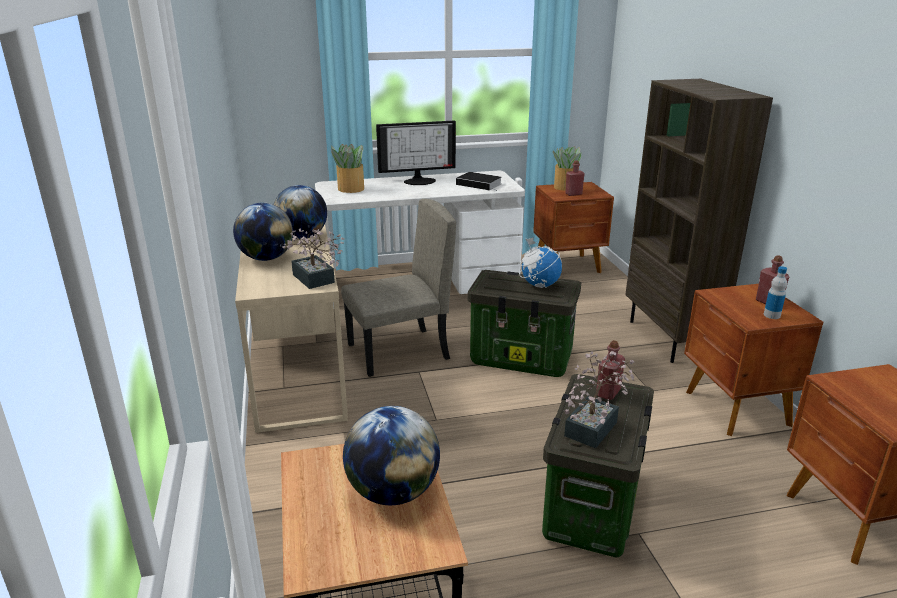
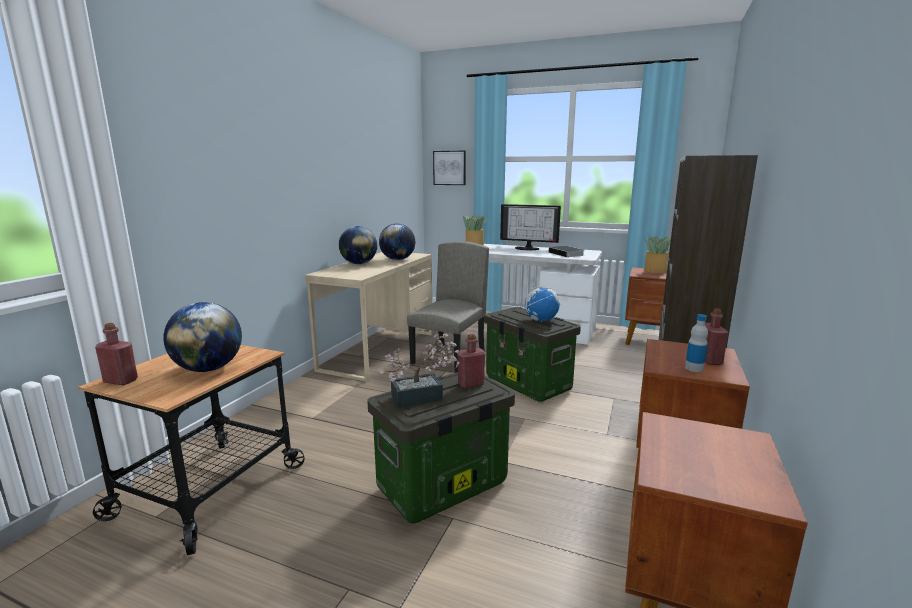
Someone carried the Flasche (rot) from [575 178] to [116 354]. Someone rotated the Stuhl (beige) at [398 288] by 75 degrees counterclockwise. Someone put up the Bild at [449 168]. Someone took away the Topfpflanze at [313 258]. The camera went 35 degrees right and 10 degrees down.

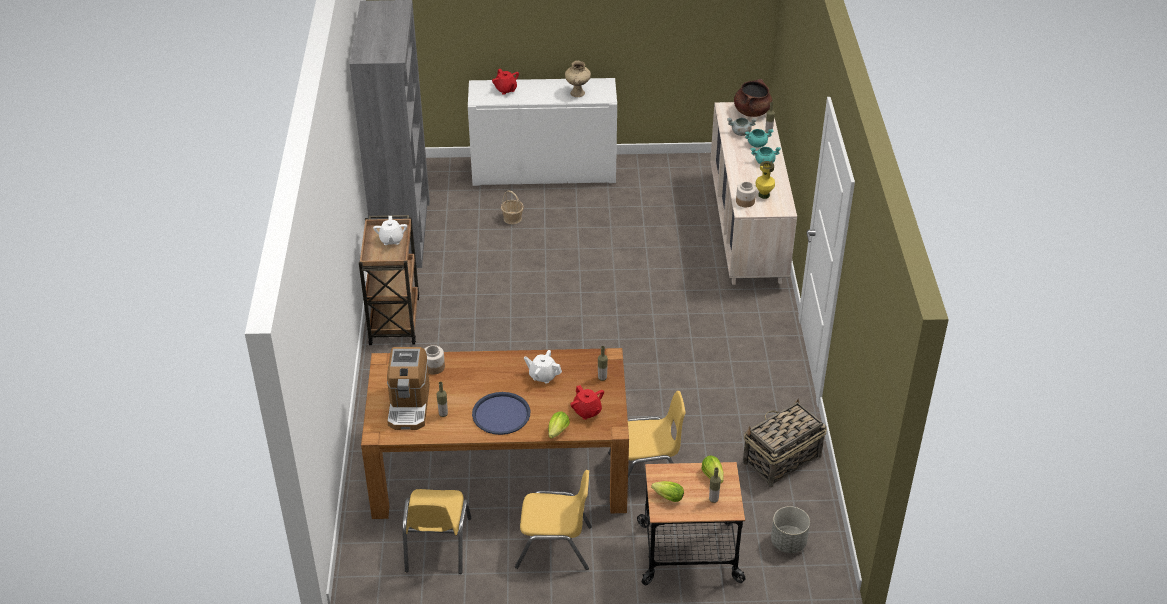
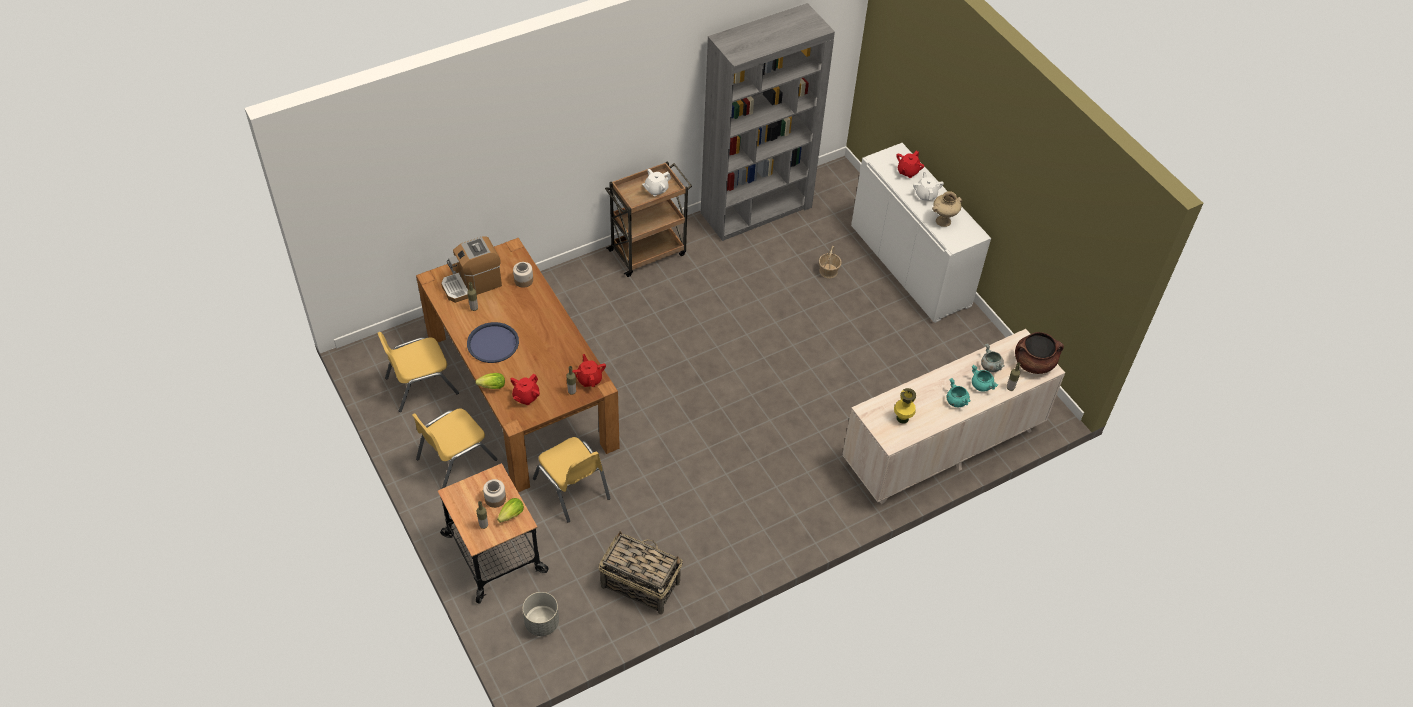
Someone rotated the Stuhl (gelb) at [553 520] by 75 degrees clockwise. Someone carried the Vorratsglas from [746 194] to [494 493]. Someone put down the Teekanne (rot) at [589 370]. Someone carried the Teekanne (weiß) from [543 367] to [928 186]. Someone took away the Salatkopf at [667 491]. The camera went 60 degrees right and 10 degrees up.

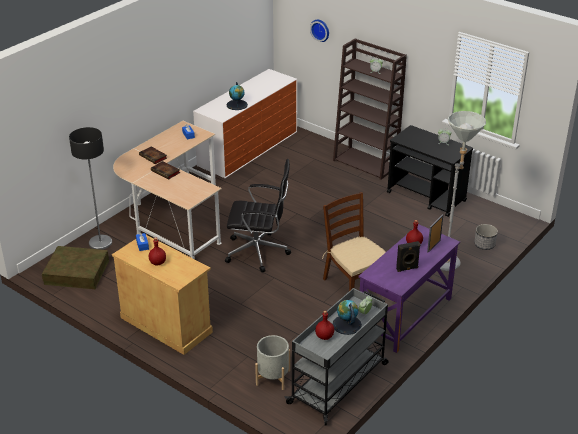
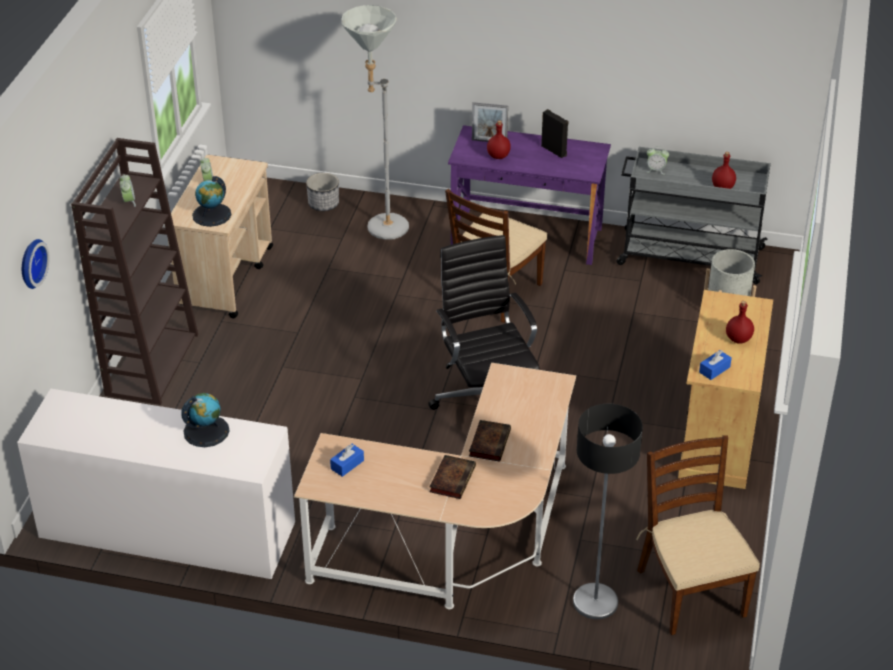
Someone repainted the Rollwagen (schwarz) at [430 171], which became the Rollwagen (beige) at [220 236]. Someone carried the Globus from [347 317] to [211 201]. Someone swapped the Aufbewahrungsbox (braun) at [75 267] for the Stuhl (braun) at [698 535]. The camera went 115 degrees left and 5 degrees up.

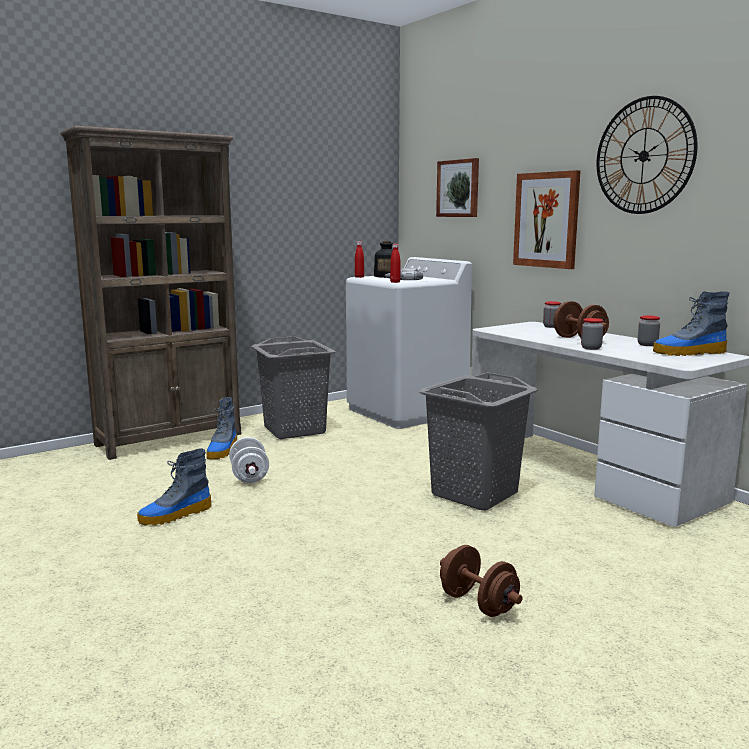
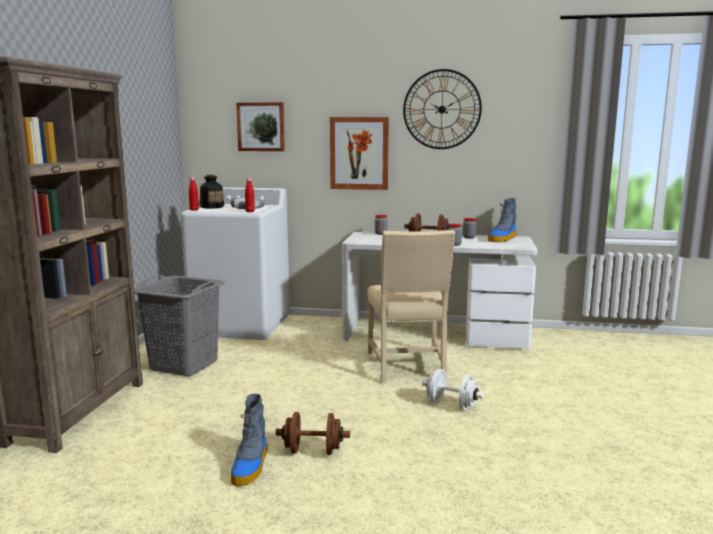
Someone carried the Hantel (braun) from [481 581] to [313 433]. Someone swapped the Wäschekorb (grau) at [478 441] for the Stuhl (beige) at [411 307]. Someone carried the Hantel (weiß) from [249 460] to [453 389]. Someone took away the Stiefel at [221 428]. The camera went 45 degrees left and 0 degrees up.

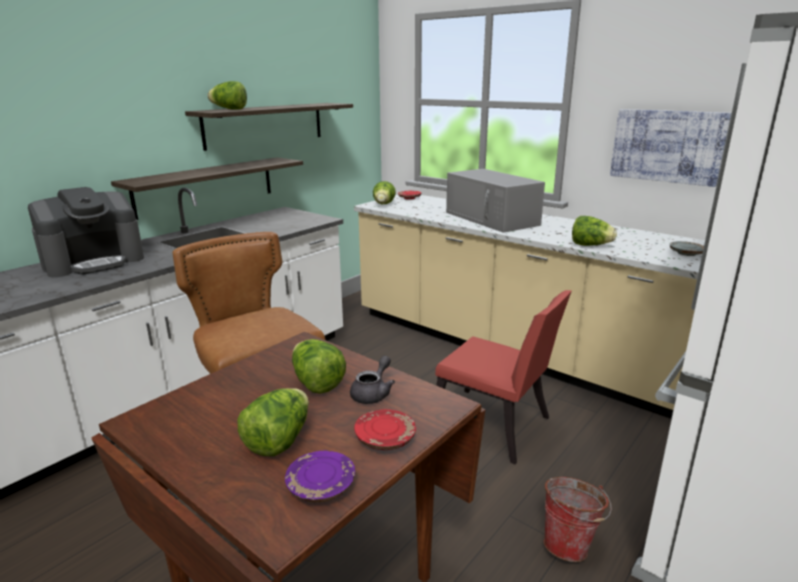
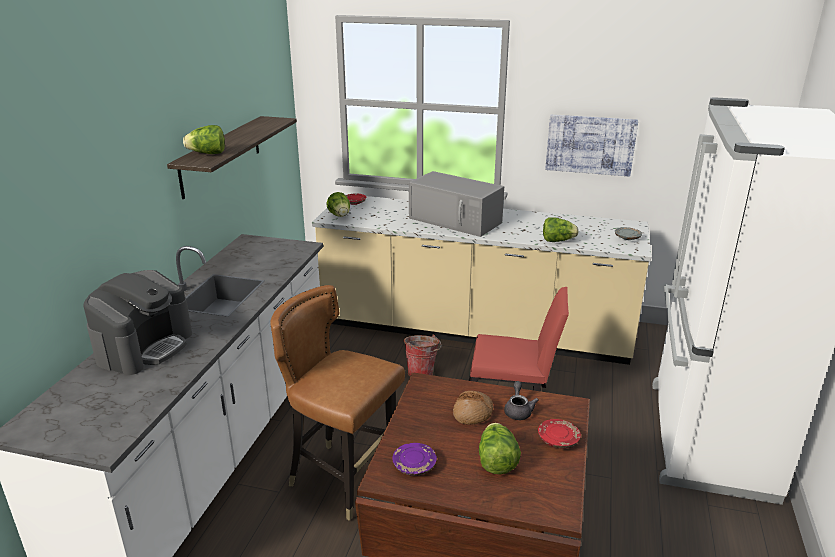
Someone carried the Teller (lila) from [320 477] to [414 459]. Someone carried the Eimer from [578 519] to [422 355]. Someone swapped the Salatkopf at [319 366] for the Brot at [473 408]. Someone took away the Wandregal at [207 188]. The camera went 25 degrees left and 5 degrees up.

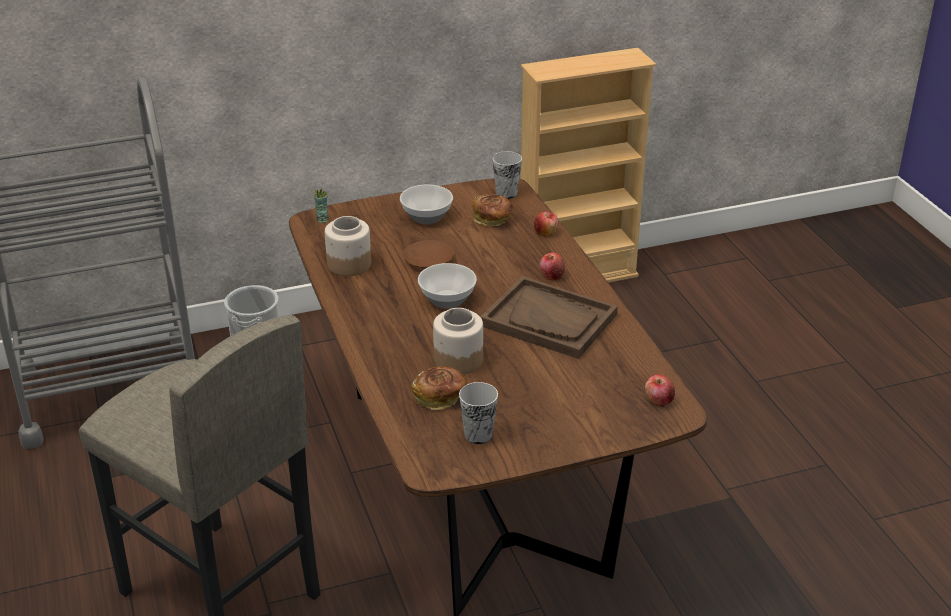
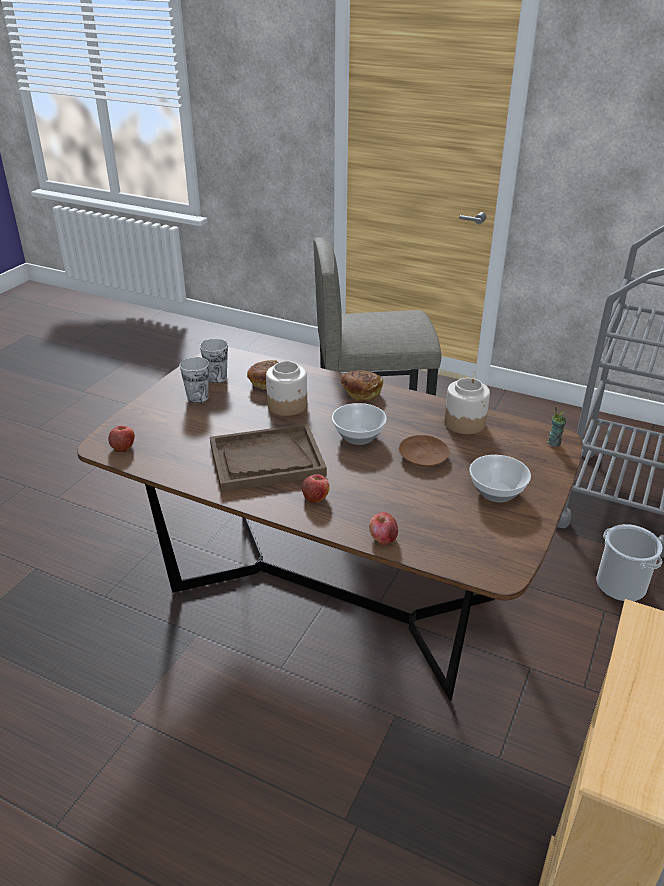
Someone carried the Tasse from [507 175] to [194 380]. Someone carried the Brot from [492 210] to [362 385]. The camera went 135 degrees right and 0 degrees up.

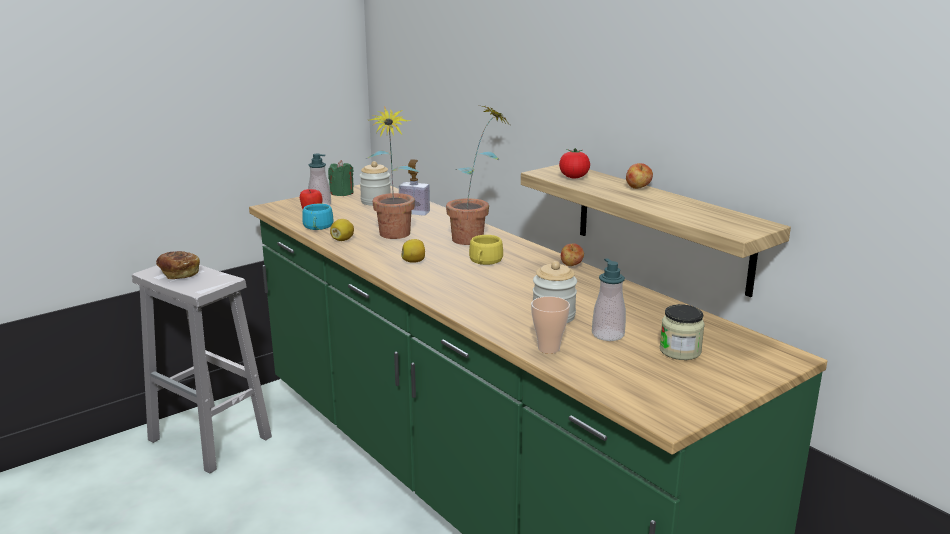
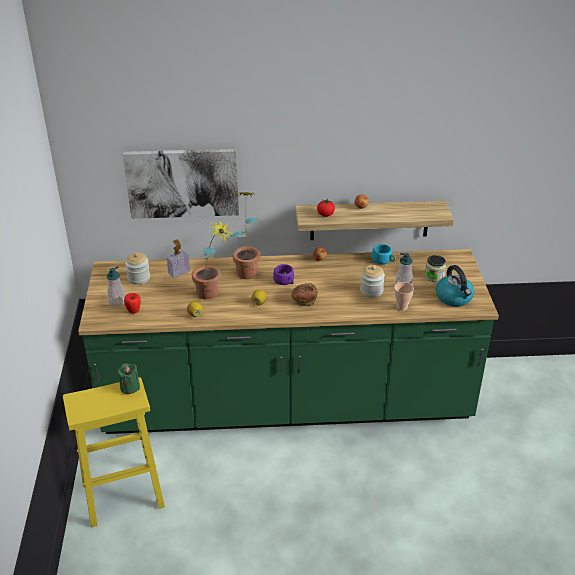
Someone repainted the Hocker (weiß) at [202 369], which became the Hocker (gelb) at [114 452]. Someone carried the Kerze (grün) from [341 178] to [129 378]. Someone put up the Bild at [181 184]. Someone repainted the Tasse (gelb) at [486 250], which became the Tasse (lila) at [283 274]. Someone carried the Brot from [178 265] to [304 294]. Someone carried the Tasse (türkis) from [318 217] to [384 254]. Someone put down the Wasserkessel at [455 285]. The camera went 55 degrees left and 15 degrees up.

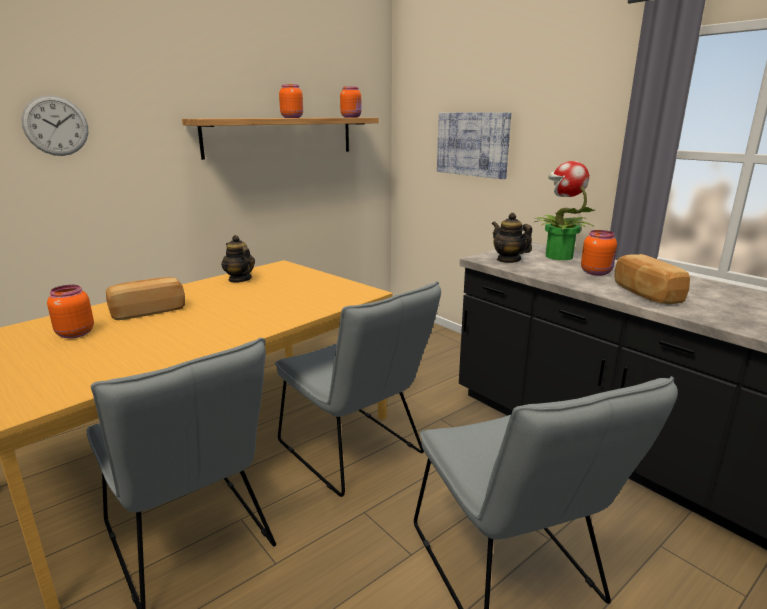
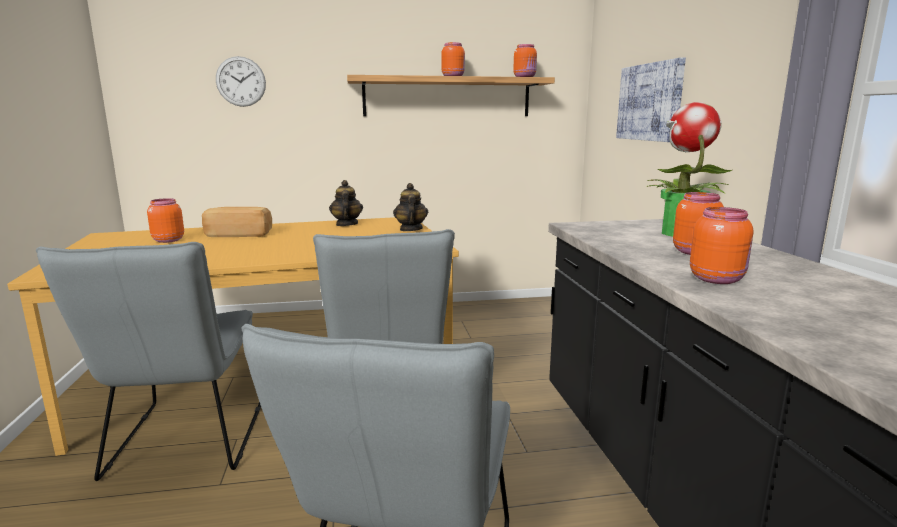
Someone carried the Teekanne from [512 238] to [410 207]. Someone swapped the Brot at [652 279] for the Vorratsglas (orange) at [721 245]. The camera went 30 degrees right and 5 degrees down.

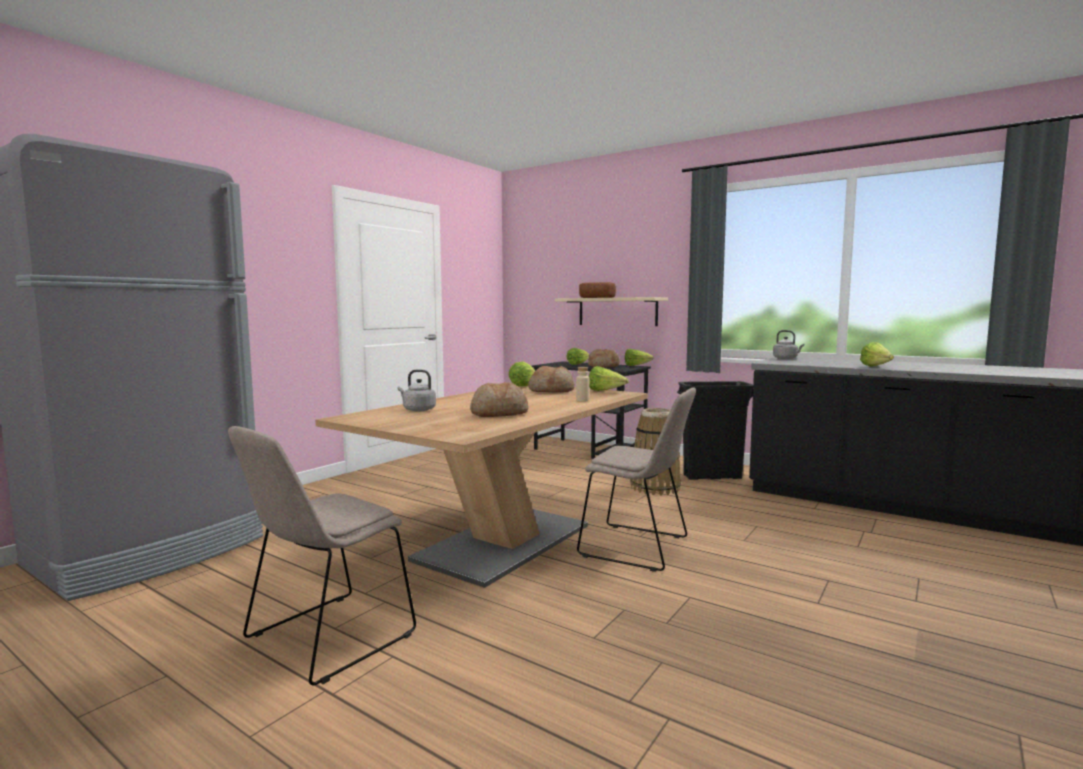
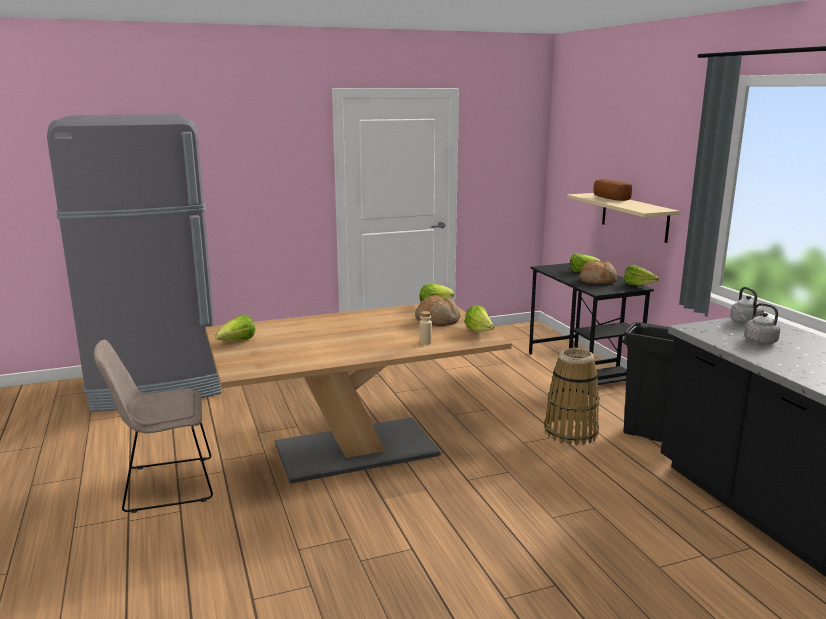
Someone carried the Salatkopf from [877 354] to [235 328]. Someone carried the Wasserkessel (grau) from [416 390] to [760 323]. Someone took away the Brot at [499 399]. Someone took away the Stuhl (beige) at [636 479]. The camera went 35 degrees right and 10 degrees up.

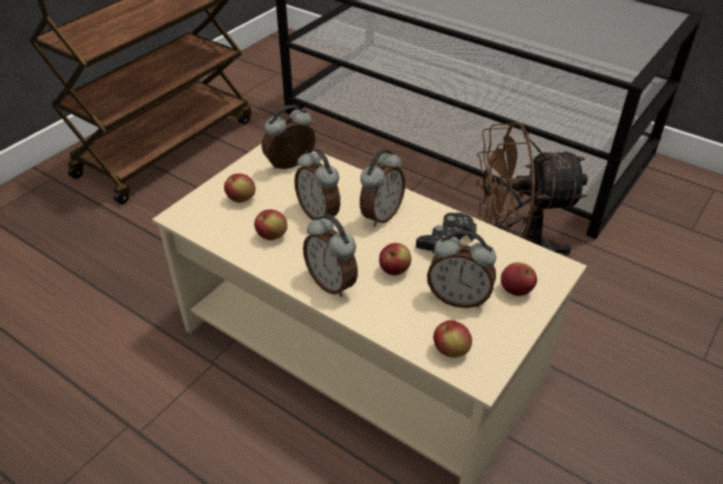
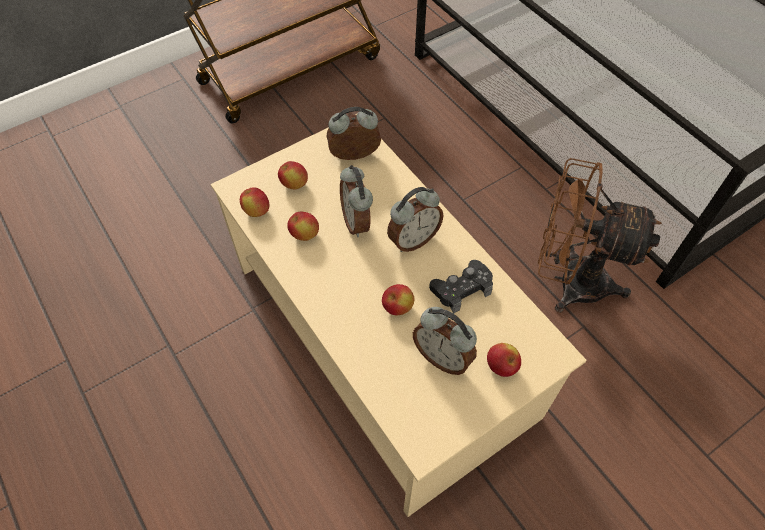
Someone carried the Apfel from [452 339] to [254 202]. Someone took away the Wecker at [330 255]. The camera went 20 degrees right and 15 degrees up.

